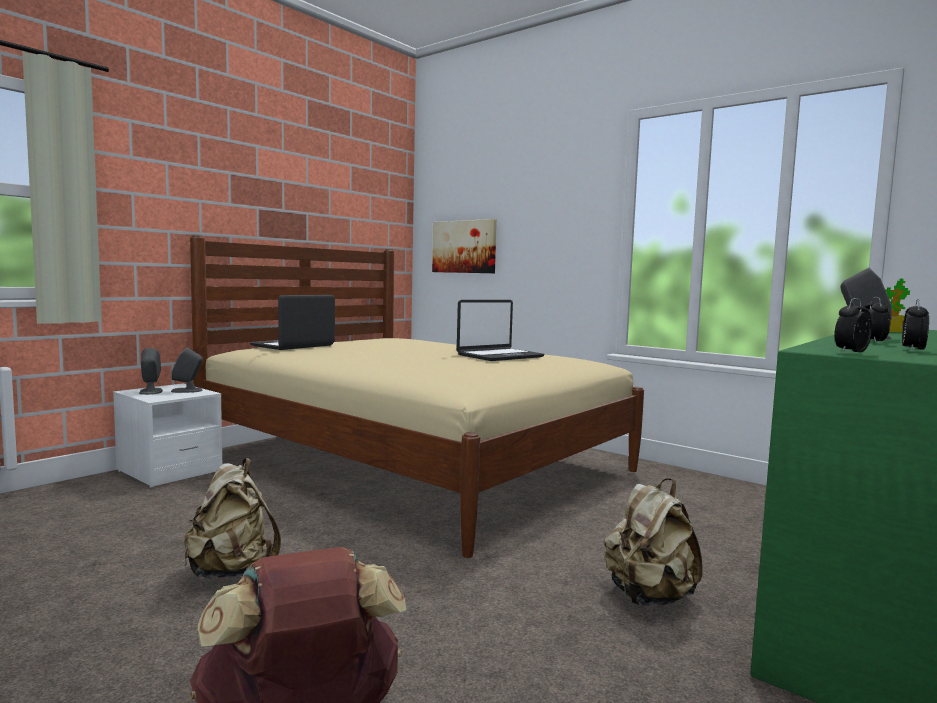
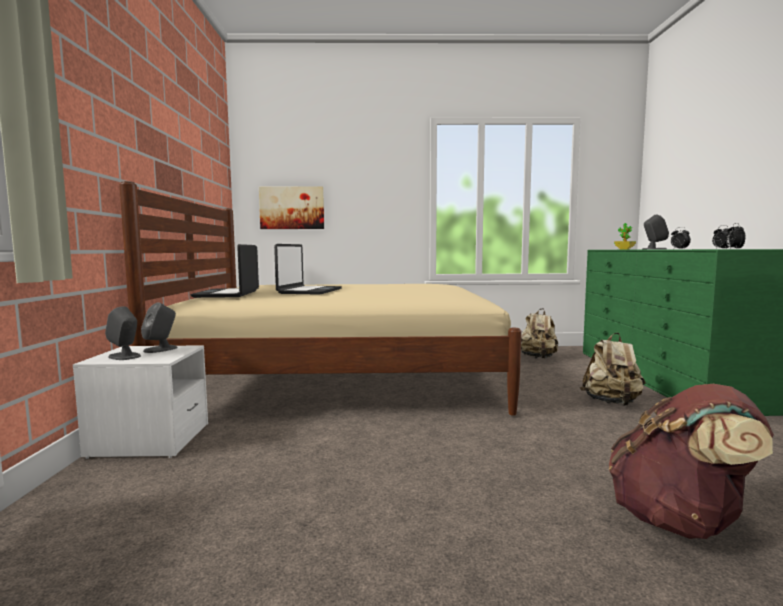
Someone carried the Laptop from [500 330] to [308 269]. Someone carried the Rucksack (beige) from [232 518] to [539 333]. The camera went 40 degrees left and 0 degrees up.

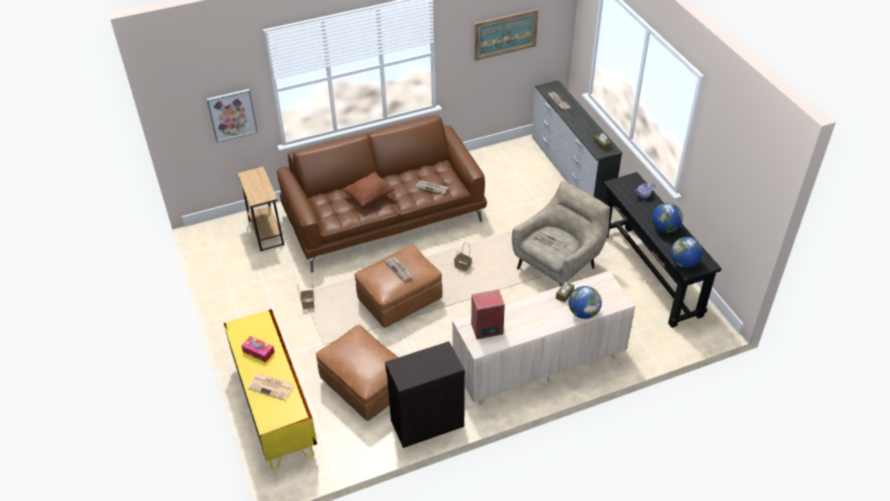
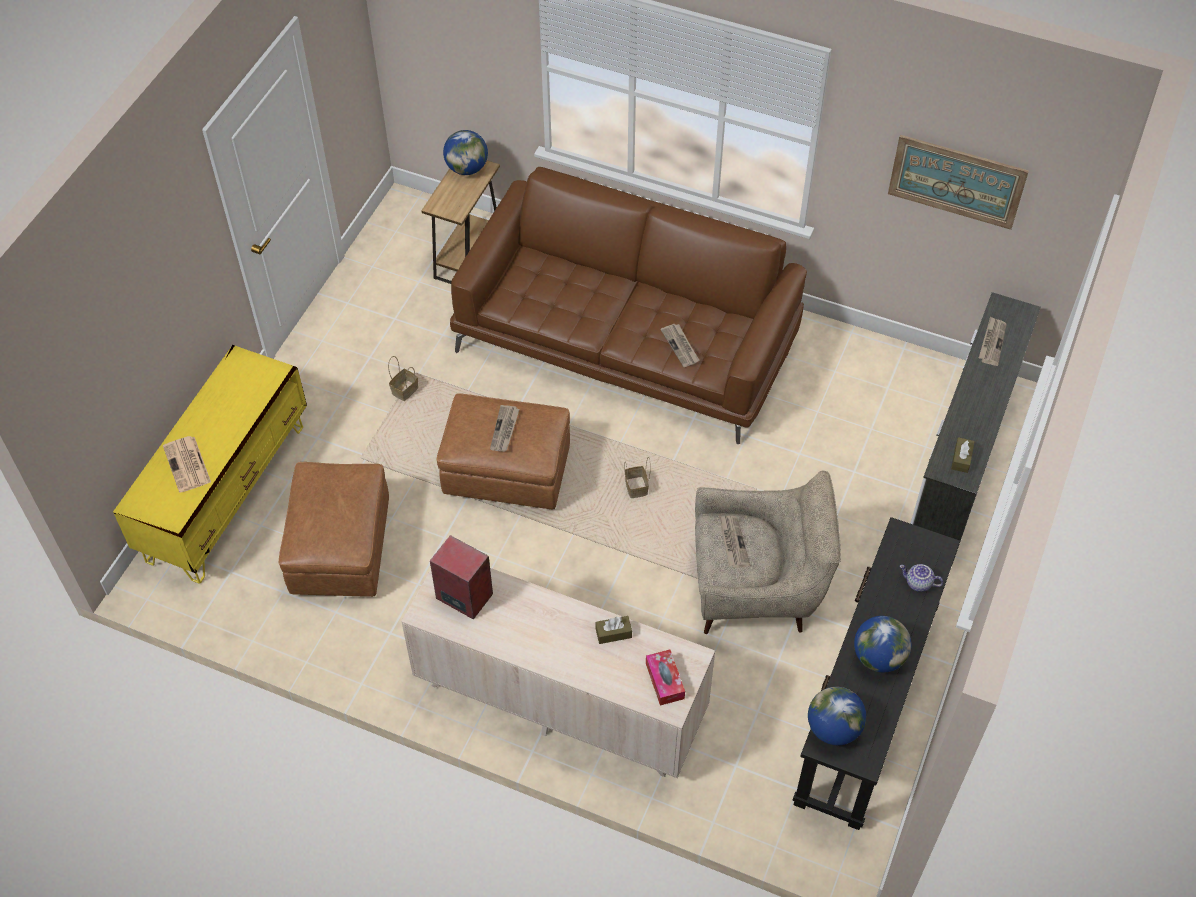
Someone carried the Globus from [585 302] to [465 152]. Someone carried the Taschentuchbox from [257 349] to [665 677]. Someone took away the Bild at [232 115]. Someone took away the Kissen (braun) at [368 189]. Someone took away the Schrank (schwarz) at [425 394]. The camera went 45 degrees right and 10 degrees up.

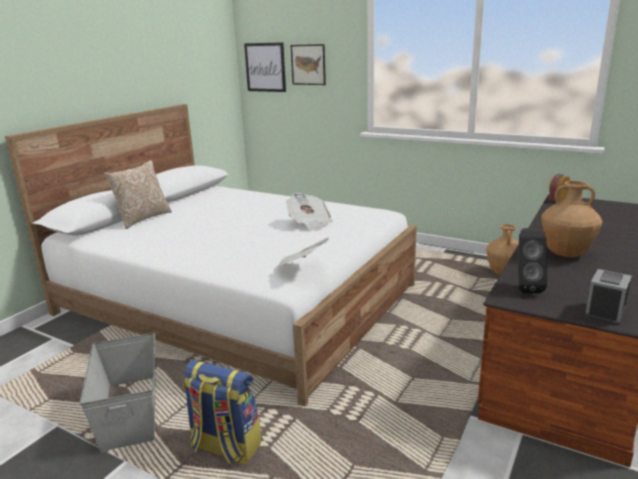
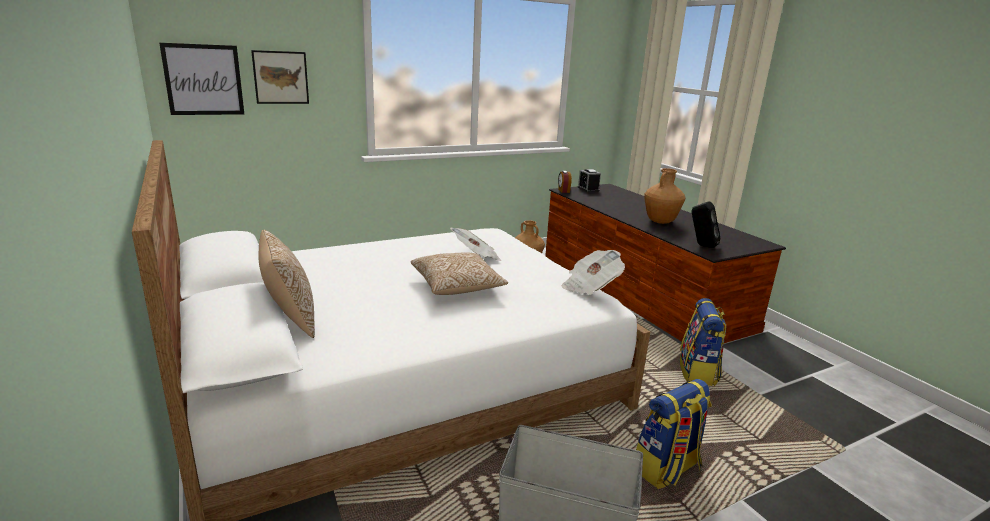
Someone put down the Kissen at [459 274]. Someone carried the Wecker from [608 297] to [589 180]. Someone put down the Rucksack at [703 342]. The camera went 60 degrees left and 0 degrees up.

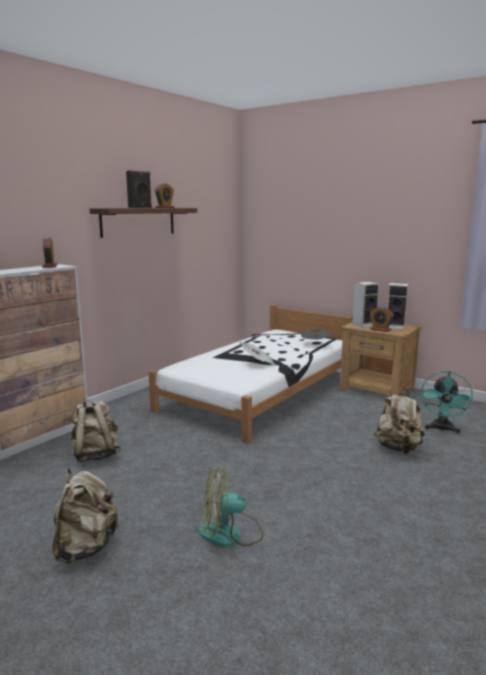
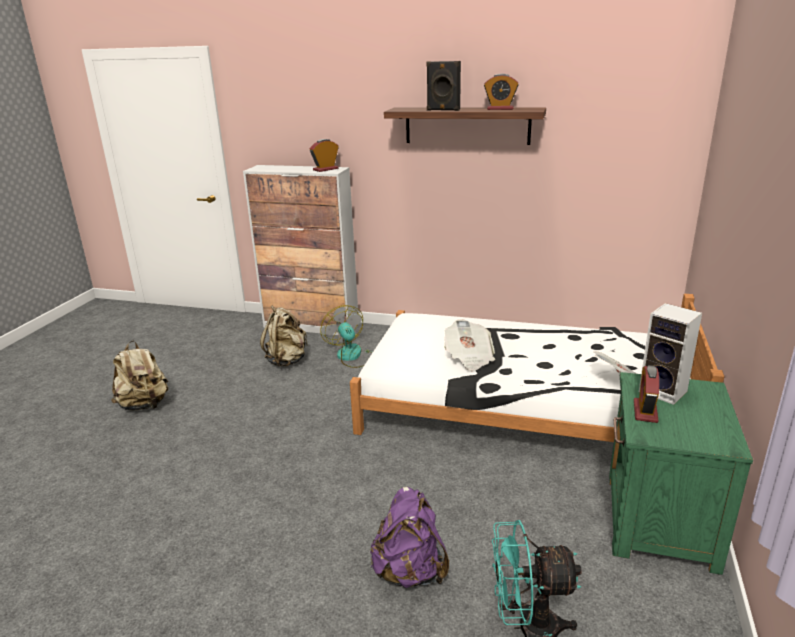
Someone carried the Ventilator from [231 508] to [345 336]. Someone repainted the Rucksack (beige) at [399 421], which became the Rucksack (lila) at [409 537]. Someone repainted the Nachttisch (braun) at [381 359], which became the Nachttisch (grün) at [681 473]. Someone took away the Lautsprecher at [397 306]. The camera went 70 degrees right and 10 degrees up.

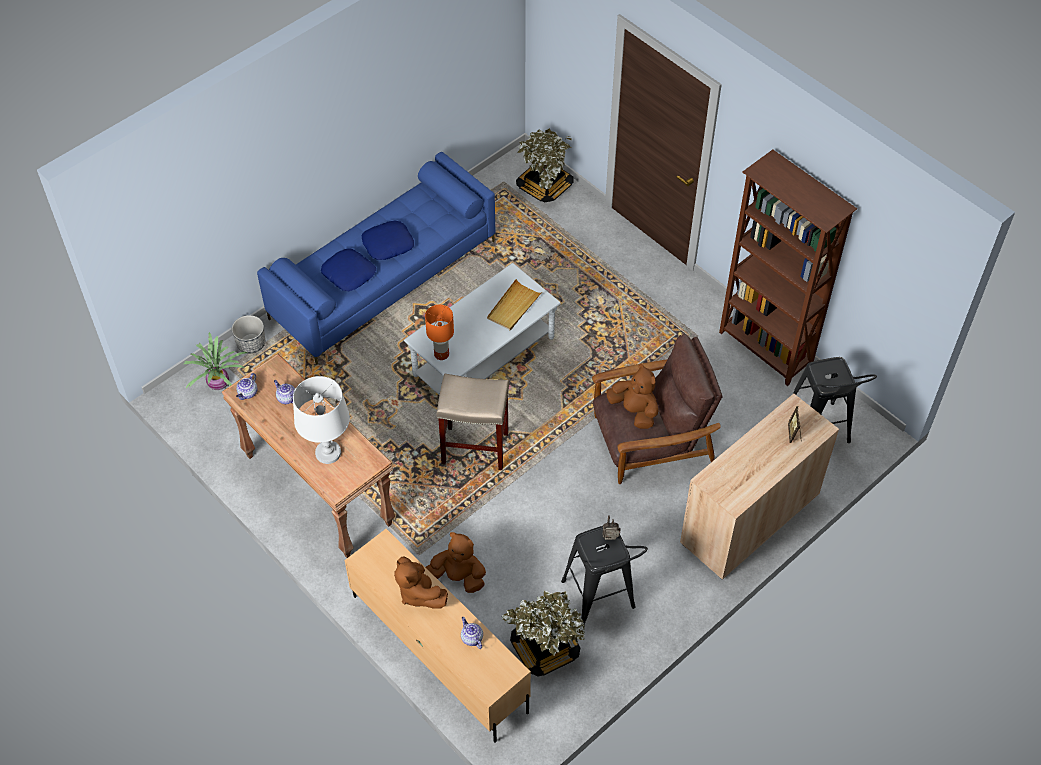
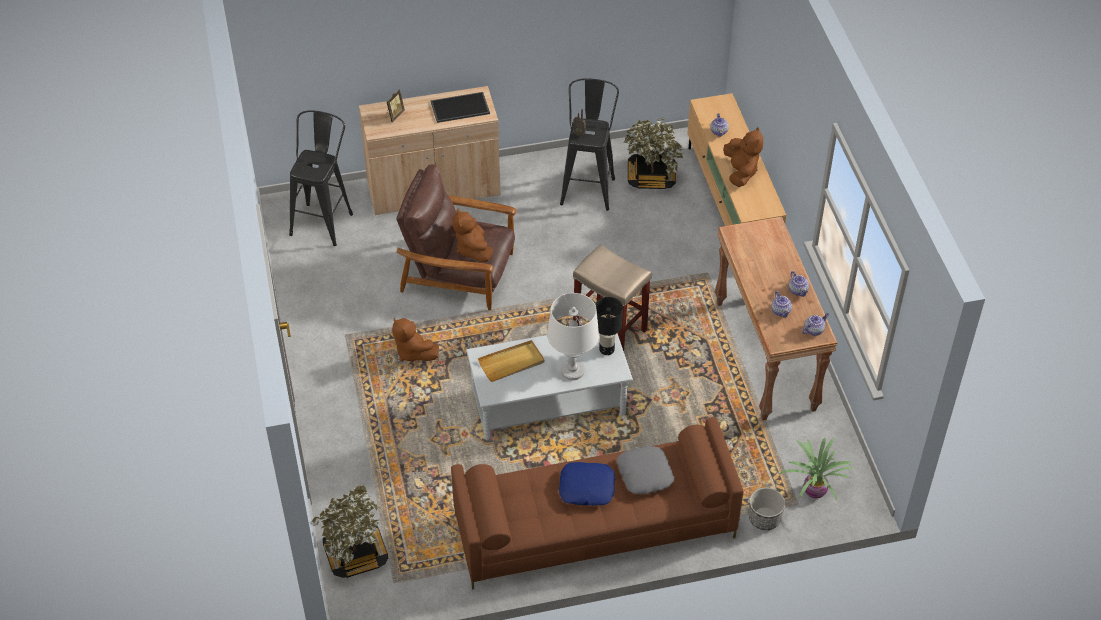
Someone carried the Plüschtier (braun) from [456 562] to [415 339]. Someone put down the Tablett at [460 107]. Someone repainted the Sofa (blau) at [376 258], which became the Sofa (braun) at [597 503]. Someone carried the Tischlampe (weiß) from [321 420] to [573 336]. Someone repainted the Tischlampe (orange) at [439 332], which became the Tischlampe (schwarz) at [609 326]. Someone repainted the Kissen (blau) at [348 269], which became the Kissen (grau) at [645 470]. Someone put down the Teekanne at [799 284]. Someone took away the Bücherregal (braun) at [788 268]. The camera went 150 degrees left and 5 degrees down.

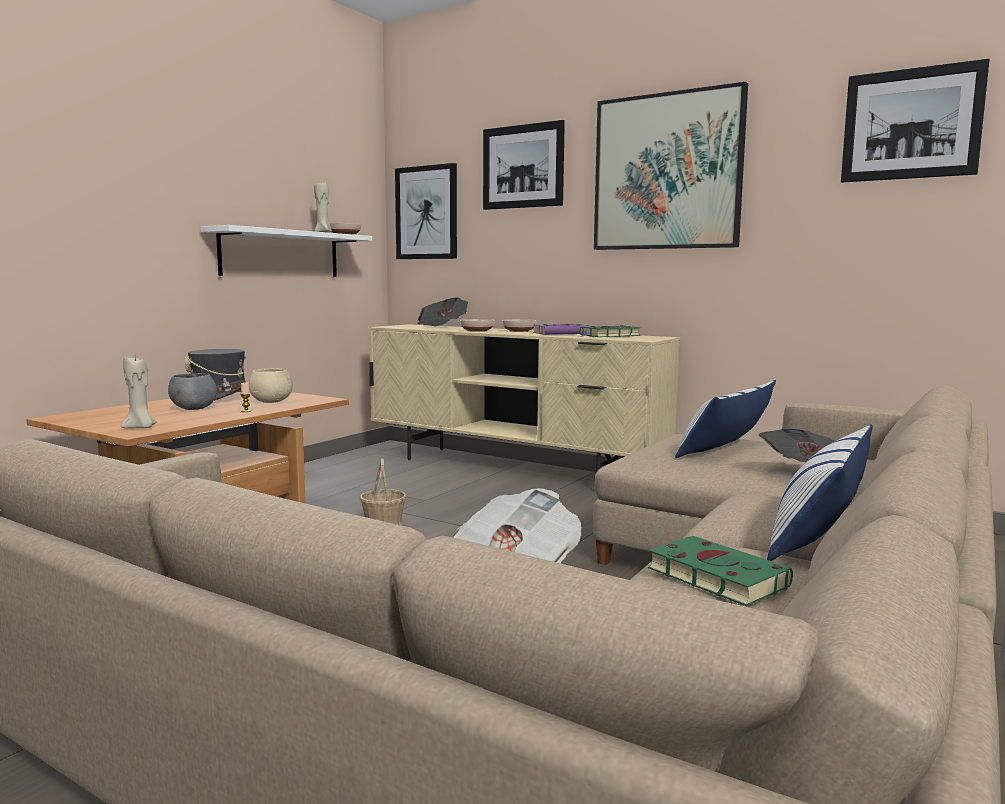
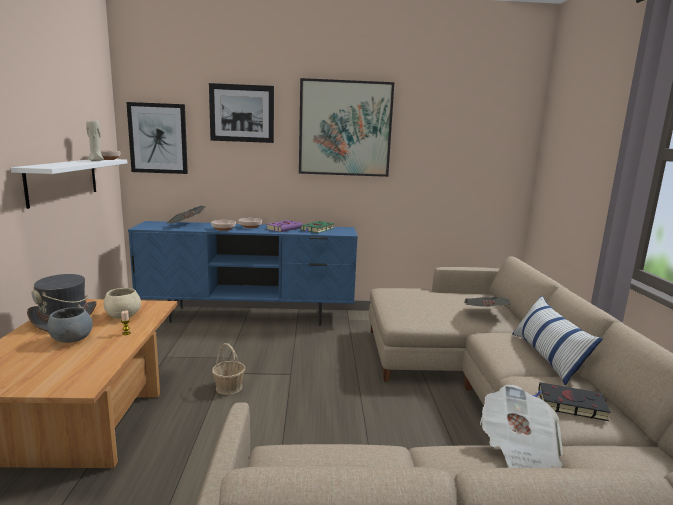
Someone repainted the Fernsehschrank (beige) at [524 398], which became the Fernsehschrank (blau) at [243 273]. Someone repainted the Buch (grün) at [720 571], which became the Buch (schwarz) at [571 401]. Someone took away the Kerze (beige) at [139 392]. Someone took away the Kissen at [725 419]. Someone took away the Bild at [915 120]. The camera went 35 degrees left and 5 degrees up.

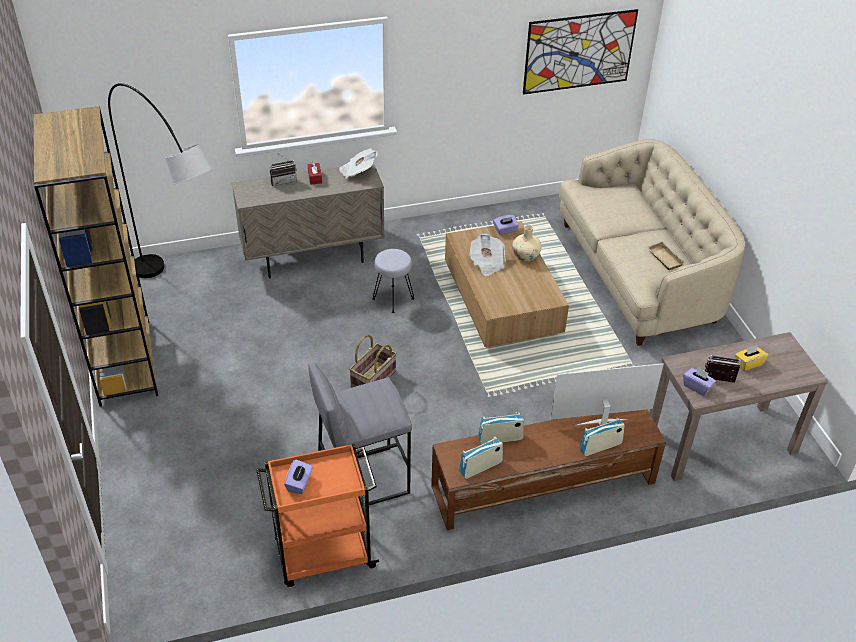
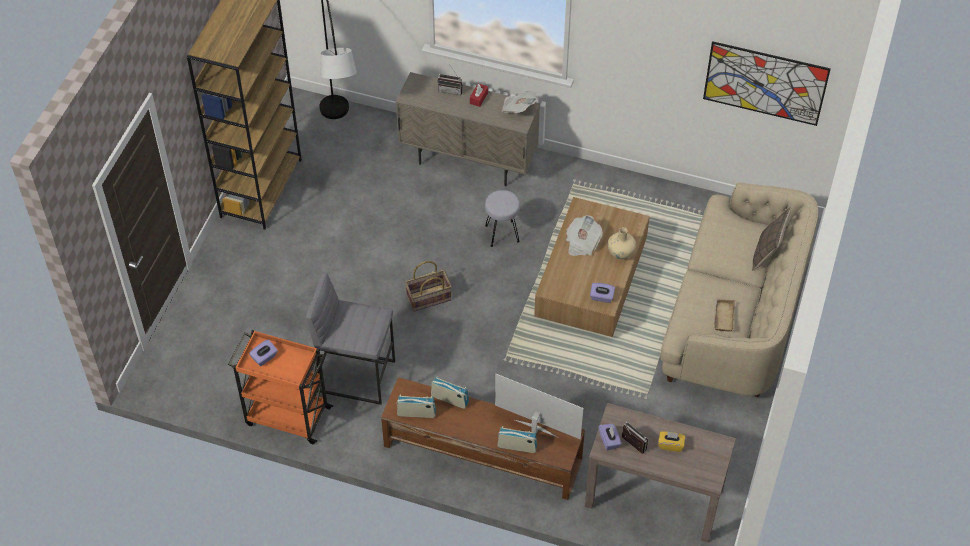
Someone carried the Taschentuchbox (lila) from [506 225] to [602 293]. Someone put down the Kissen at [771 239]. The camera went 35 degrees right and 10 degrees up.

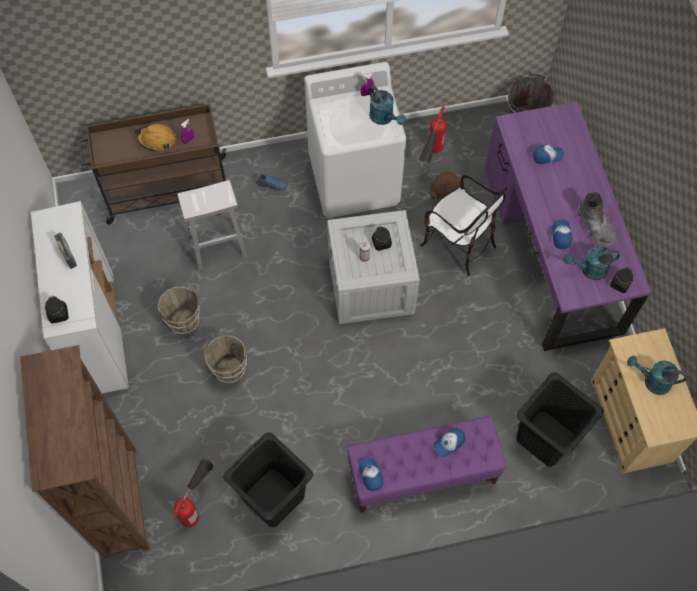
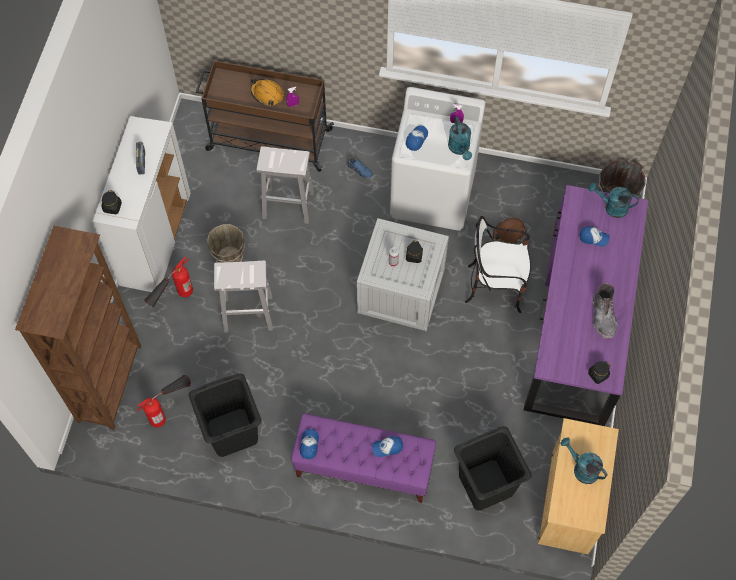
Someone carried the Feuerlöscher from [433 133] to [168 281]. Someone swapped the Eimer (braun) at [225 359] for the Hocker (weiß) at [243 297]. Someone carried the Kappe from [562 234] to [417 138]. Someone rotated the Stuhl at [463 225] by 120 degrees clockwise. Someone carried the Gießkanne (türkis) from [592 263] to [614 200]. The camera went 25 degrees right and 0 degrees up.

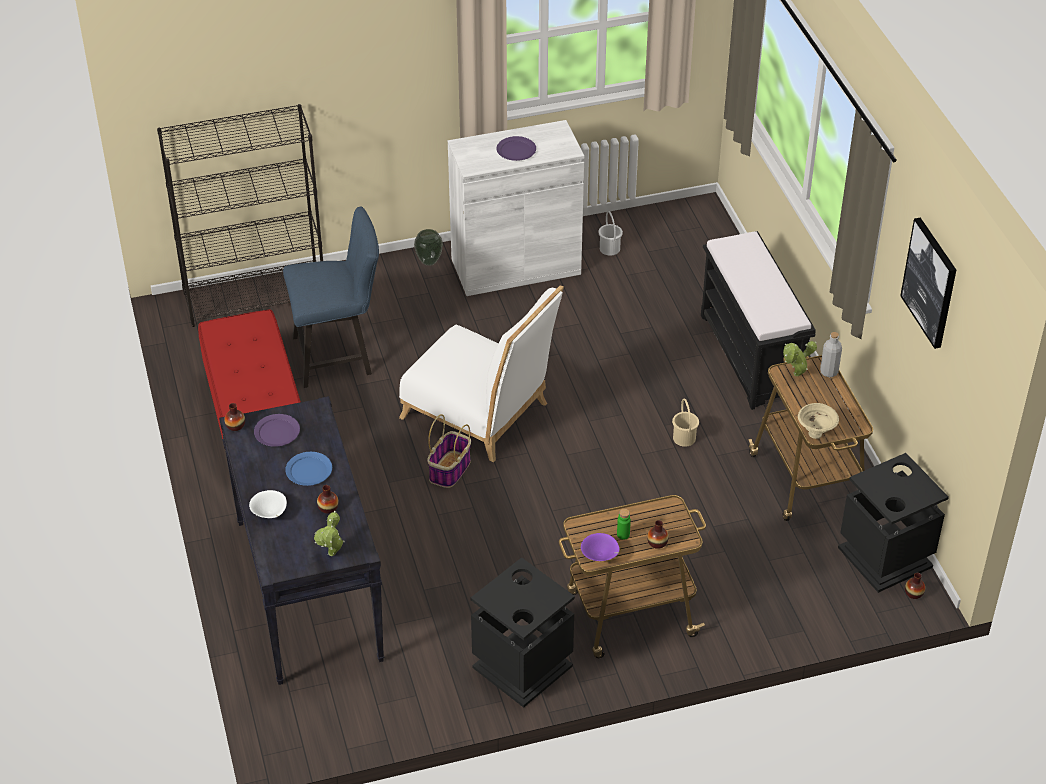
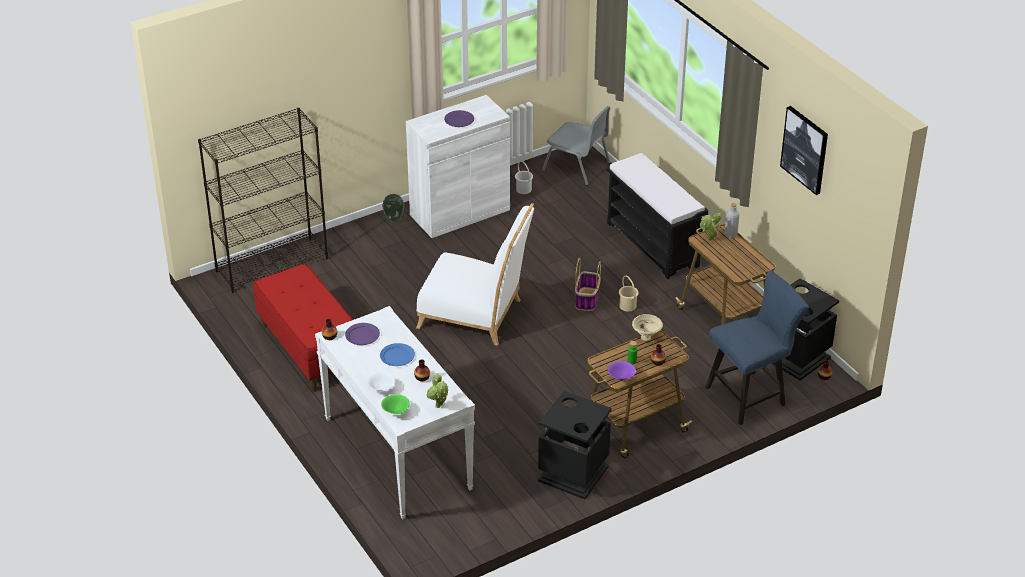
Someone repainted the Konsolentisch (schwarz) at [302 540], which became the Konsolentisch (weiß) at [395 412]. Someone put down the Schüssel (grün) at [395 404]. Someone put down the Stuhl (grau) at [576 145]. Someone carried the Korb from [449 451] to [588 284]. Someone carried the Schüssel (beige) from [818 421] to [647 327]. Someone carried the Stuhl (blau) from [331 297] to [757 347]. The camera went 15 degrees left and 5 degrees down.

